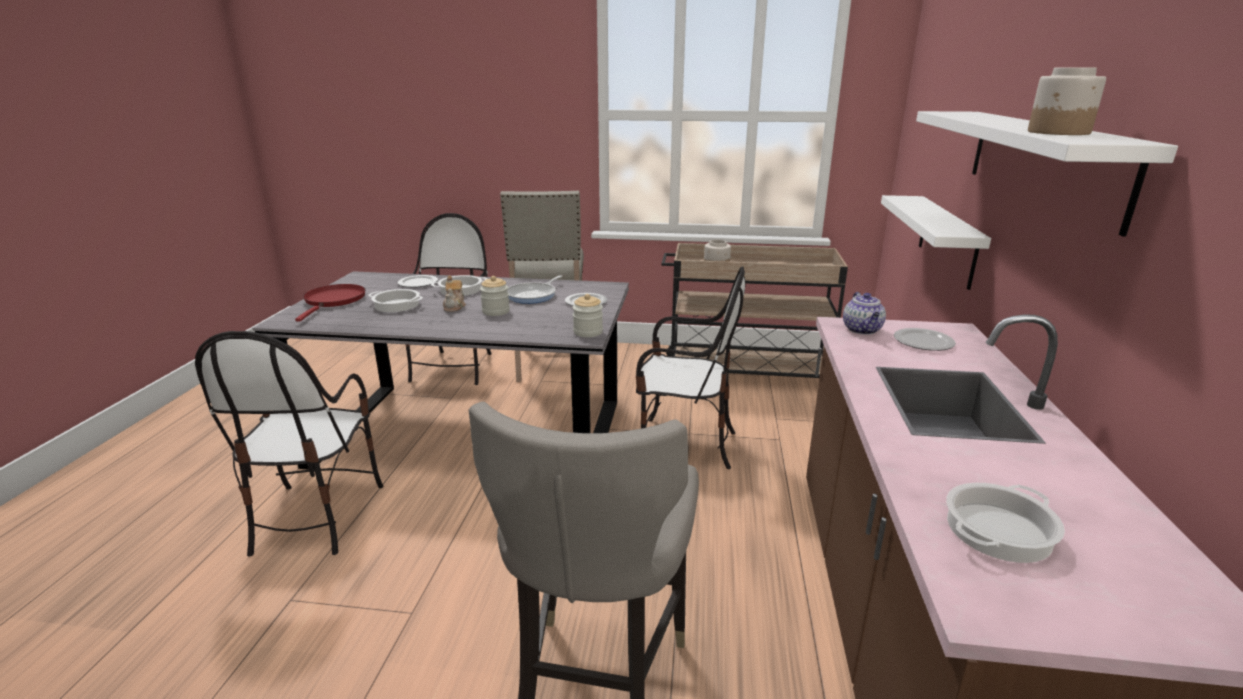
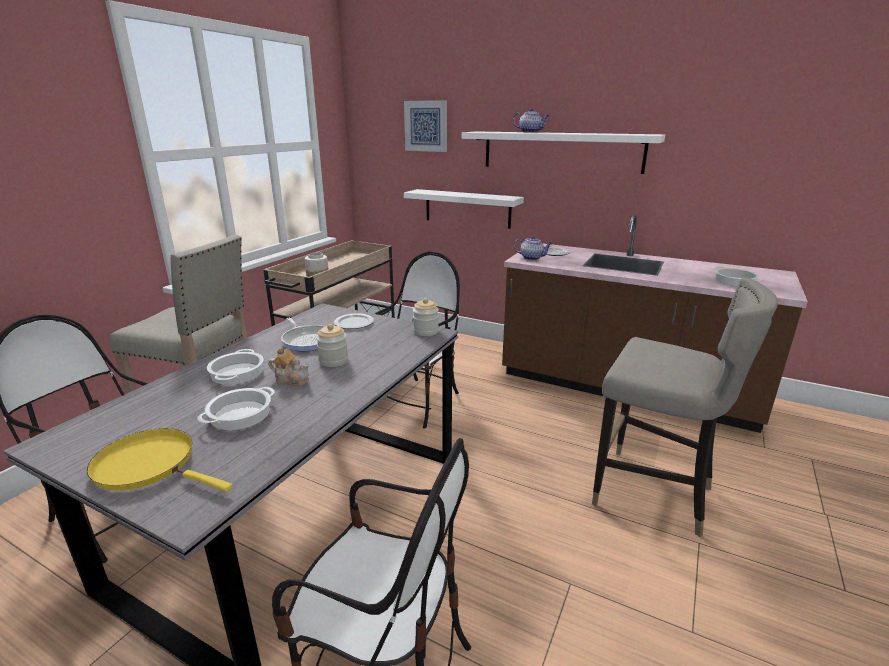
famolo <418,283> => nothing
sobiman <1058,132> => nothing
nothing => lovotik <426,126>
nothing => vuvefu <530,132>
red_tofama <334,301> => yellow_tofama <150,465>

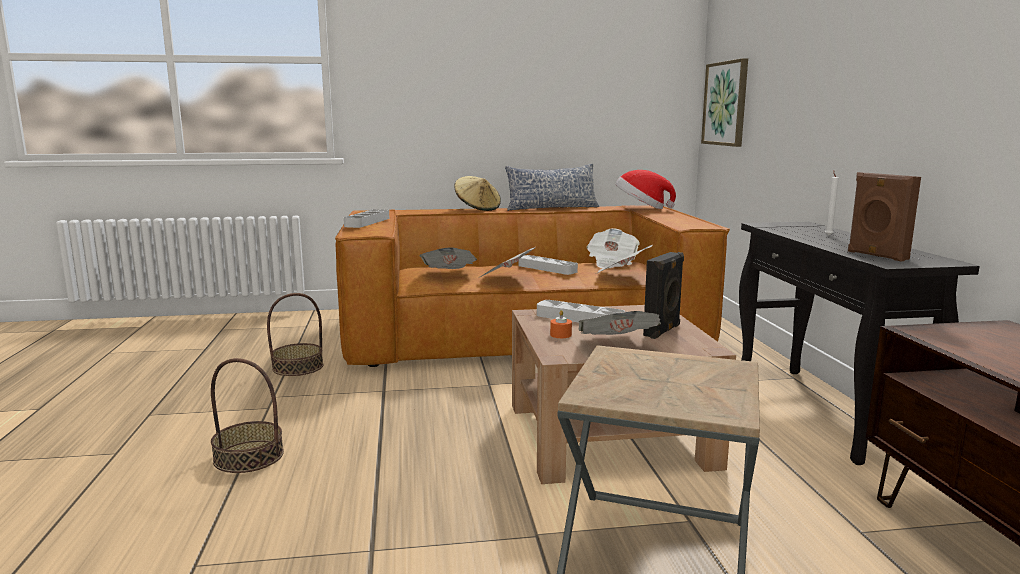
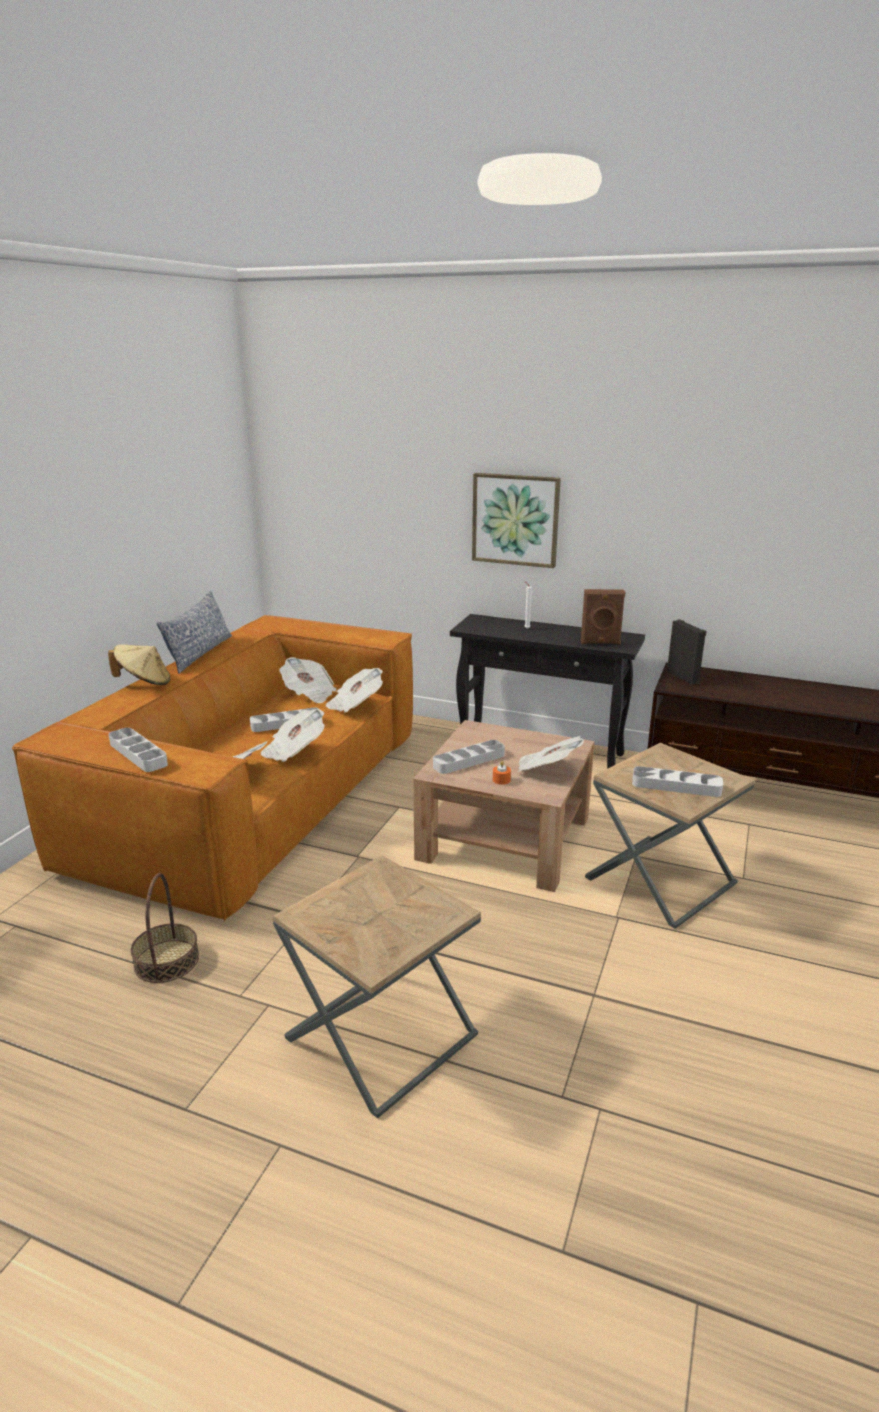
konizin <642,208> => nothing
nothing => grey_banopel <676,786>
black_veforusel <663,331> => black_veforusel <683,677>, relocated
lovotik <726,103> => lovotik <515,519>, relocated
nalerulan <248,457> => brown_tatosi <381,1037>

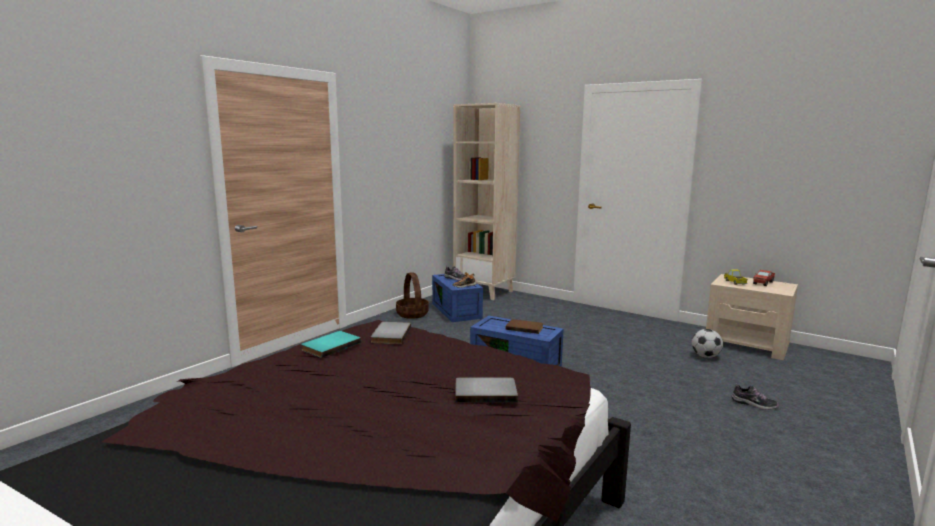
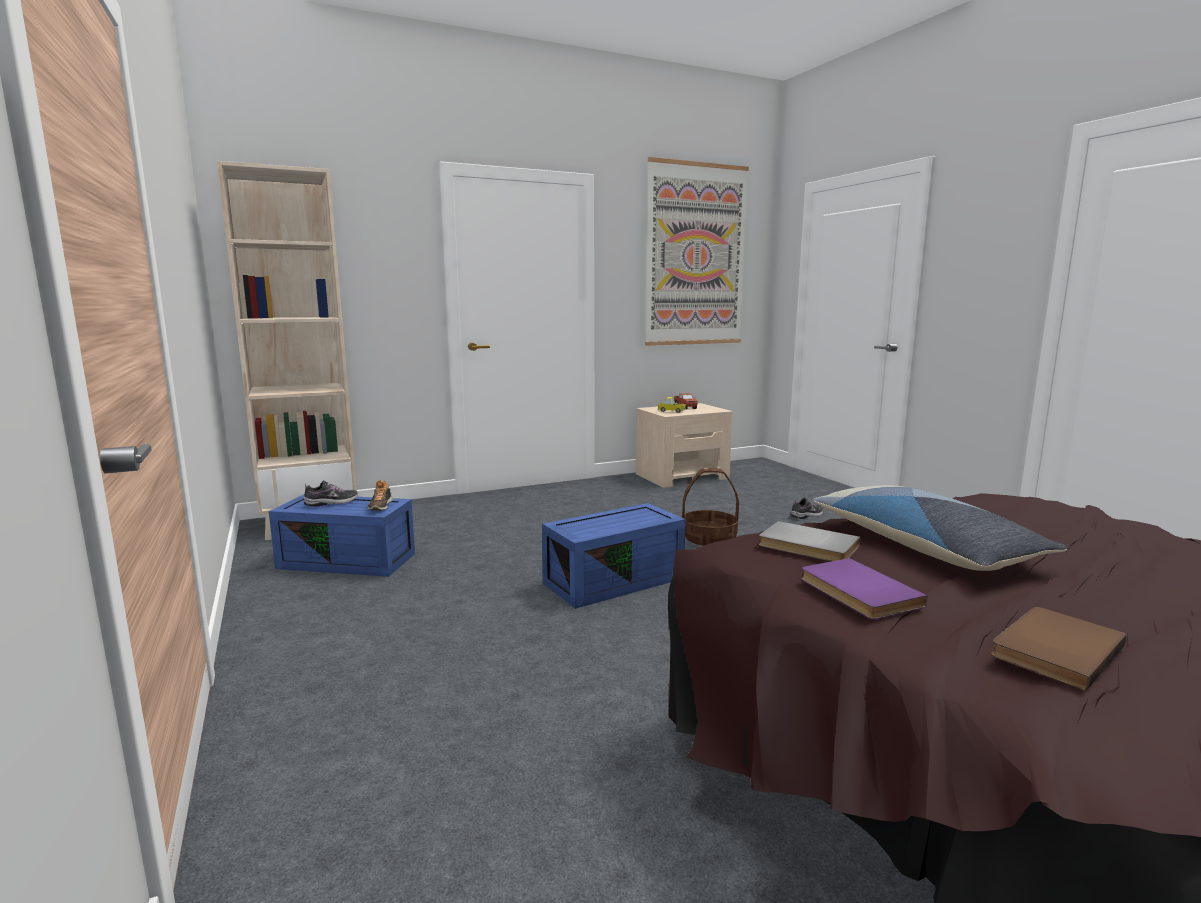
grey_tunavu <485,392> => nothing
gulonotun <705,356> => nothing
nothing => lovotik <696,255>
nothing => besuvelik <923,545>
nalerulan <412,314> => nalerulan <709,538>, relocated
brown_tunavu <525,327> => brown_tunavu <1052,649>, relocated
turquoise_tunavu <330,346> => purple_tunavu <856,592>

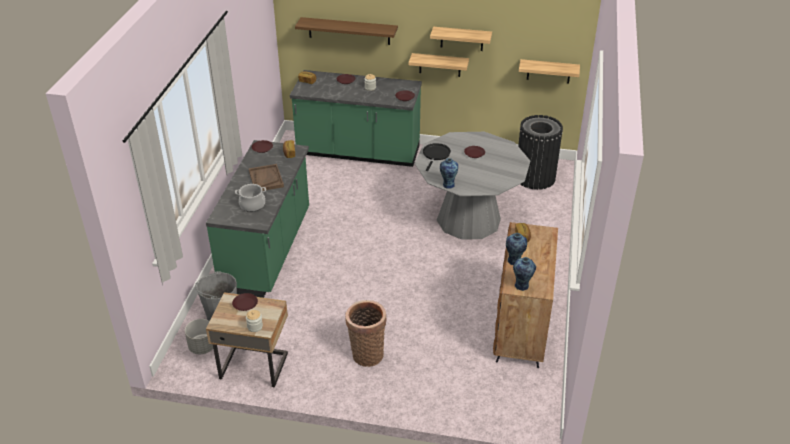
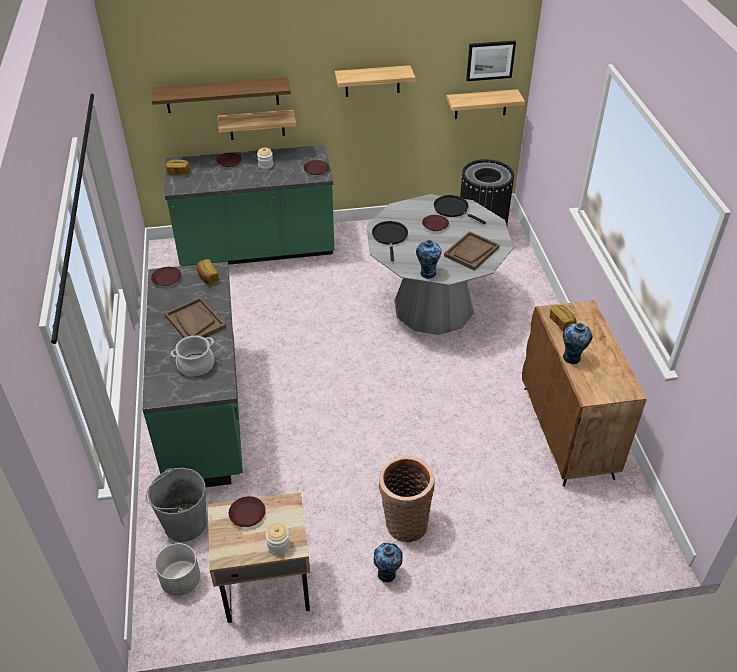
nothing => black_tofama <453,209>
nothing => brown_banopel <471,252>
nothing => lovotik <490,60>
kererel <440,65> => kererel <256,125>, relocated
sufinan <522,286> => sufinan <387,575>, relocated

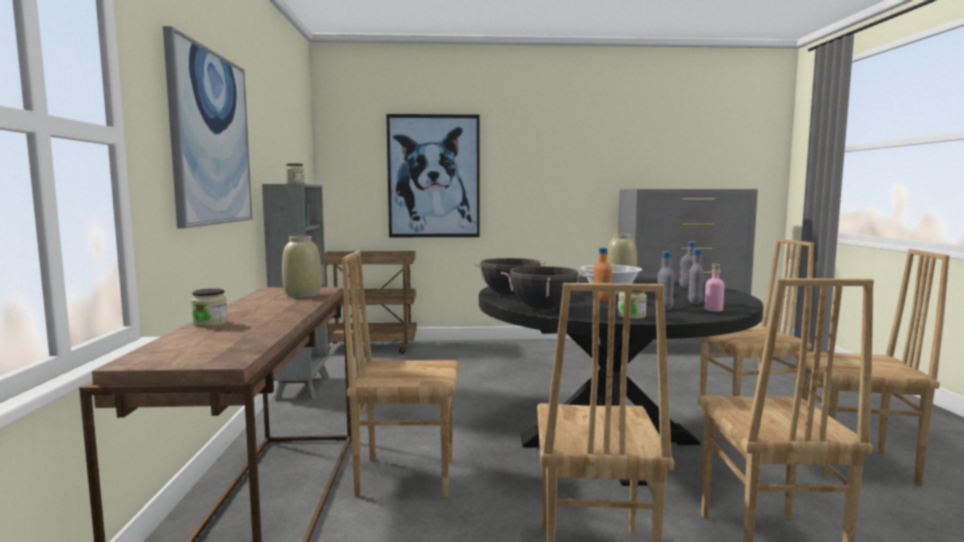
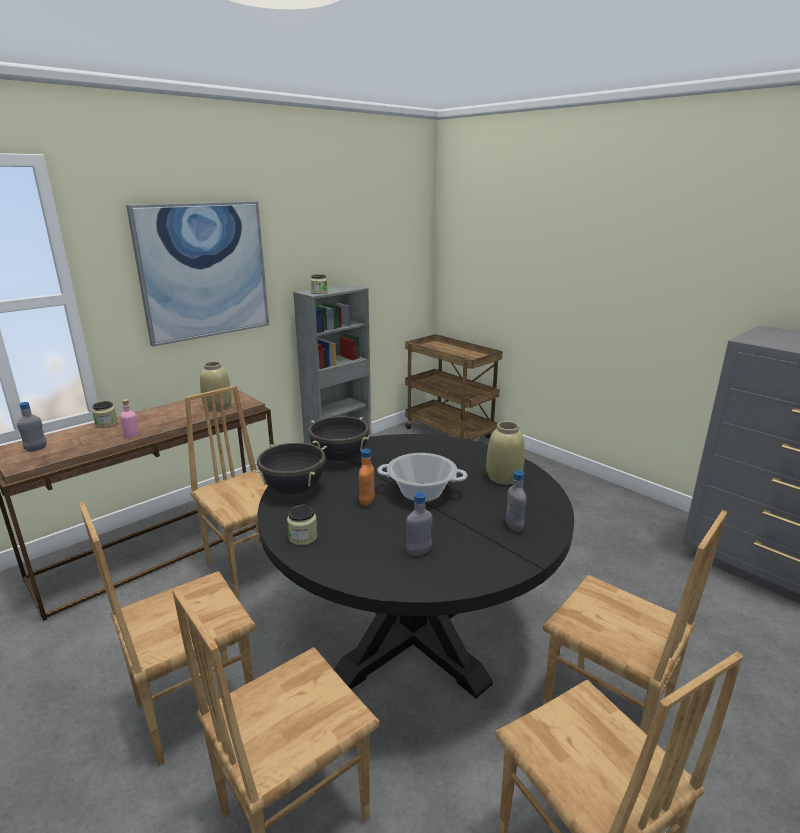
lovotik <433,176> => nothing
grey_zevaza <664,308> => grey_zevaza <36,449>, relocated
pink_zevaza <713,309> => pink_zevaza <131,435>, relocated

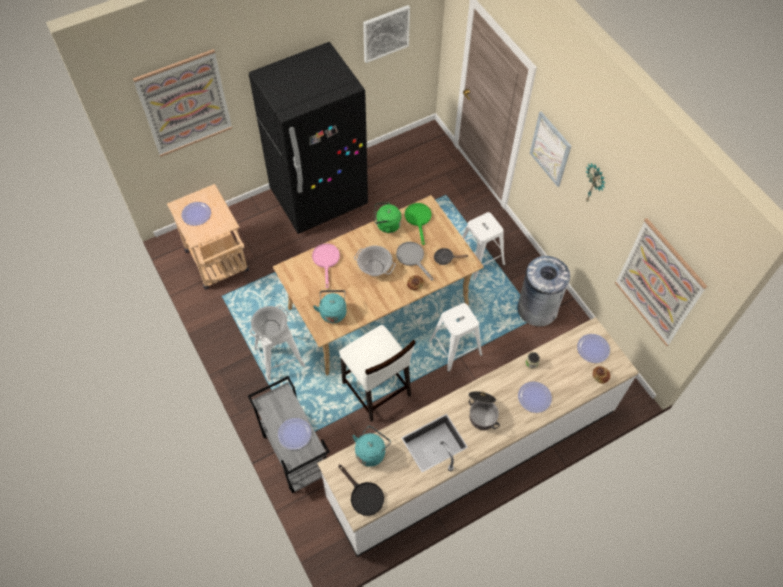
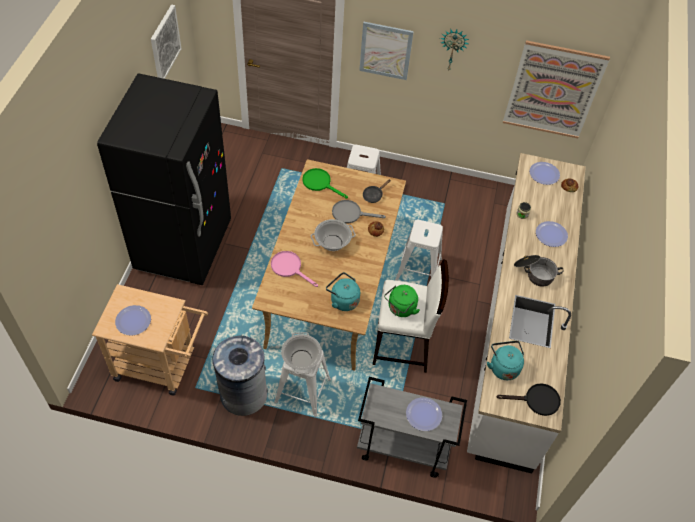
lovotik <185,104> => nothing
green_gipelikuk <386,225> => green_gipelikuk <400,309>, relocated
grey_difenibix <537,308> => grey_difenibix <243,394>, relocated

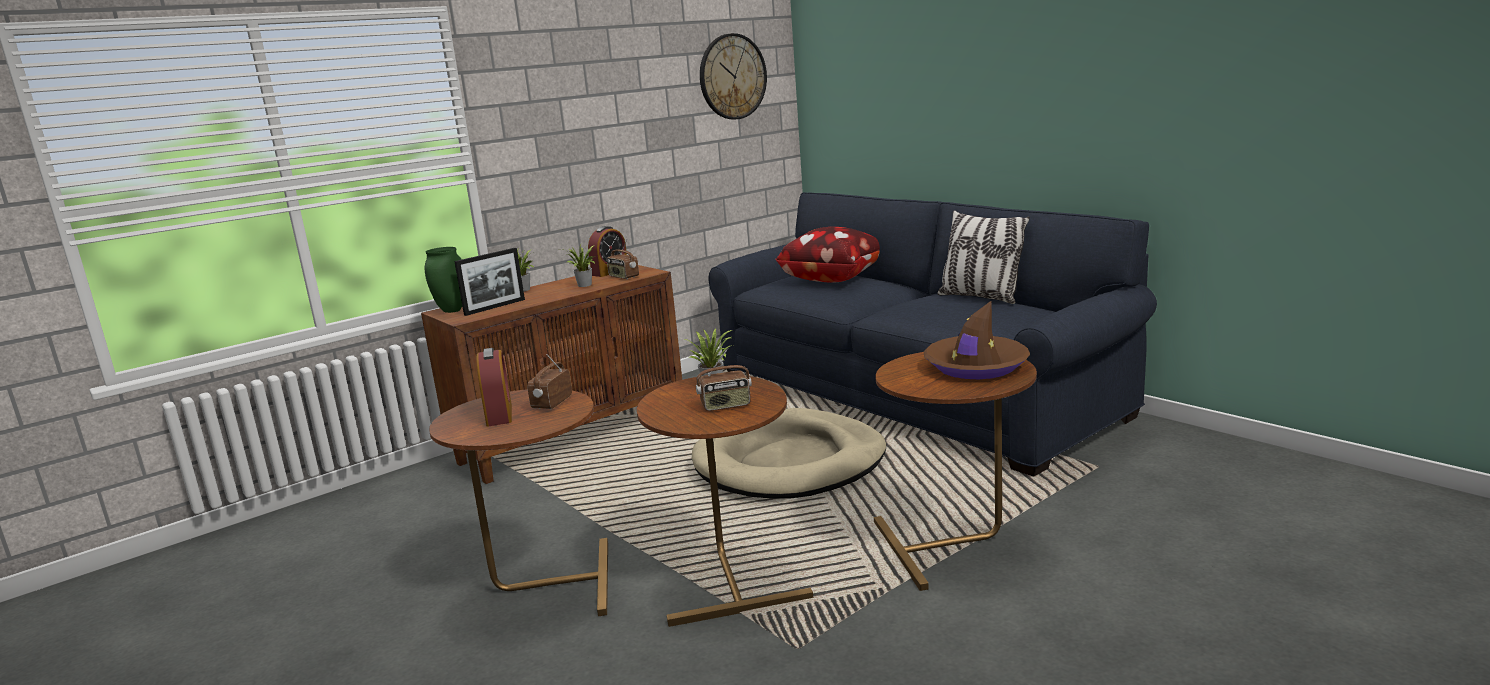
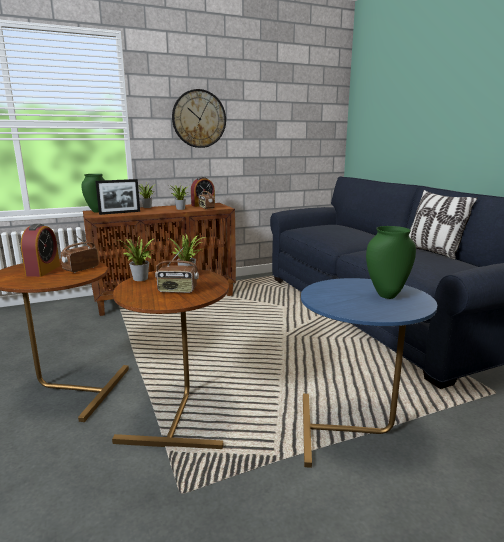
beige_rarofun <790,462> => nothing
besuvelik <833,279> => nothing
nothing => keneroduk <140,279>
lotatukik <732,77> => lotatukik <199,119>, relocated
brown_konizin <975,366> => green_sufinan <386,296>
brown_tatosi <955,544> => blue_tatosi <353,431>

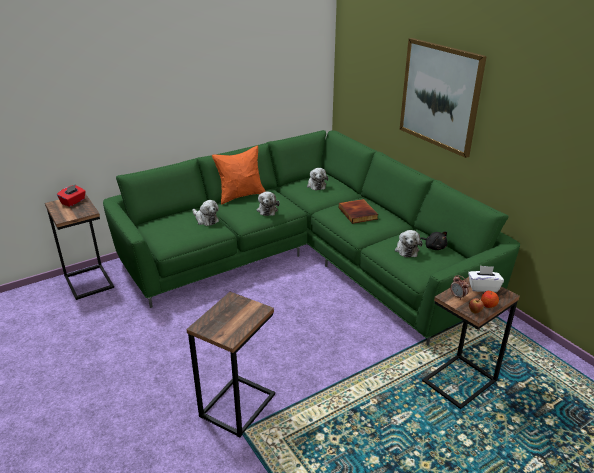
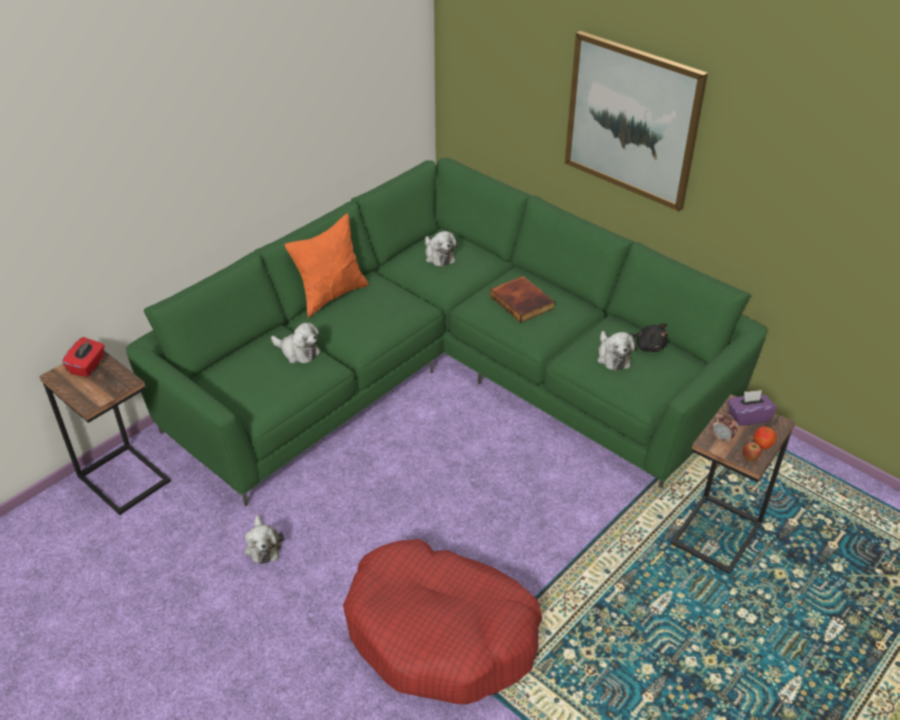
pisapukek <267,210> => pisapukek <263,546>, relocated
tatosi <236,405> => red_rarofun <441,634>
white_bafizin <483,287> => purple_bafizin <748,417>

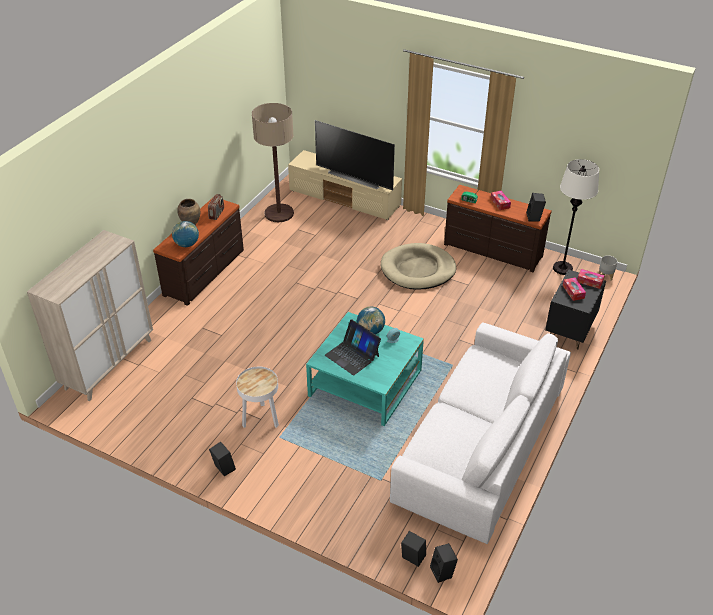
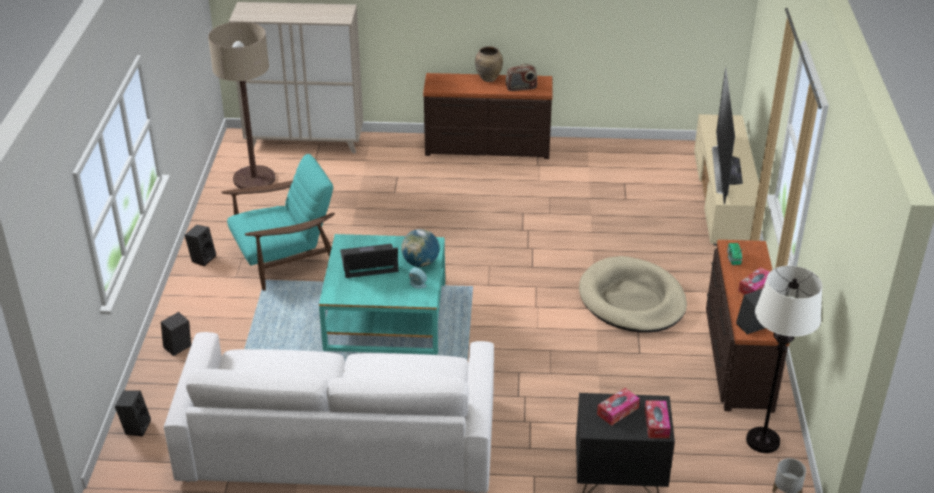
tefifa <187,244> => nothing
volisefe <279,213> => volisefe <254,179>, relocated
black_veforusel <443,572> => black_veforusel <178,349>, relocated
white_tatosi <261,418> => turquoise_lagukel <285,259>
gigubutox <352,355> => gigubutox <369,261>, 60 degrees clockwise

